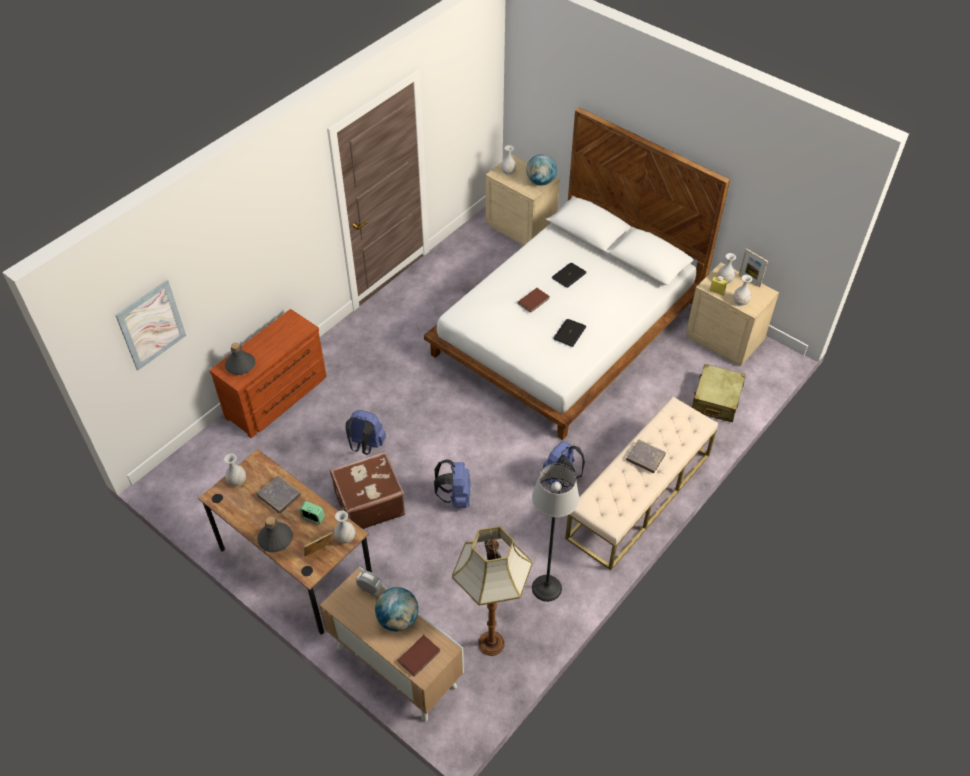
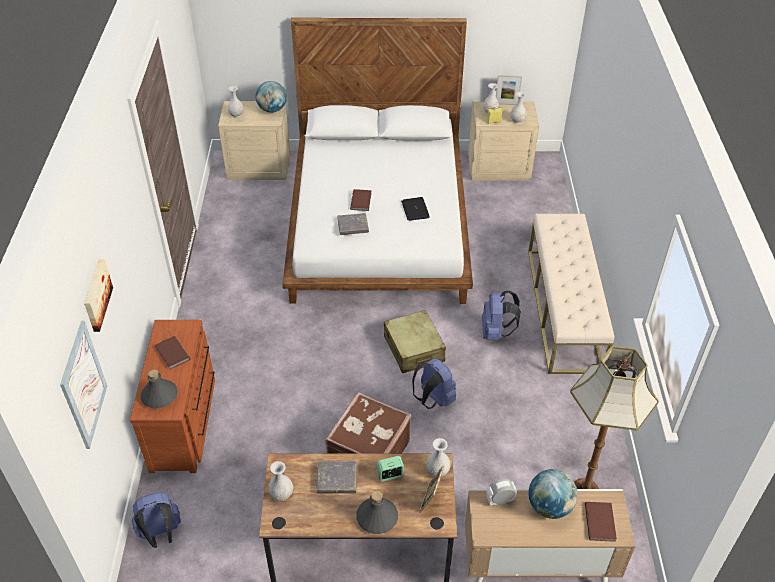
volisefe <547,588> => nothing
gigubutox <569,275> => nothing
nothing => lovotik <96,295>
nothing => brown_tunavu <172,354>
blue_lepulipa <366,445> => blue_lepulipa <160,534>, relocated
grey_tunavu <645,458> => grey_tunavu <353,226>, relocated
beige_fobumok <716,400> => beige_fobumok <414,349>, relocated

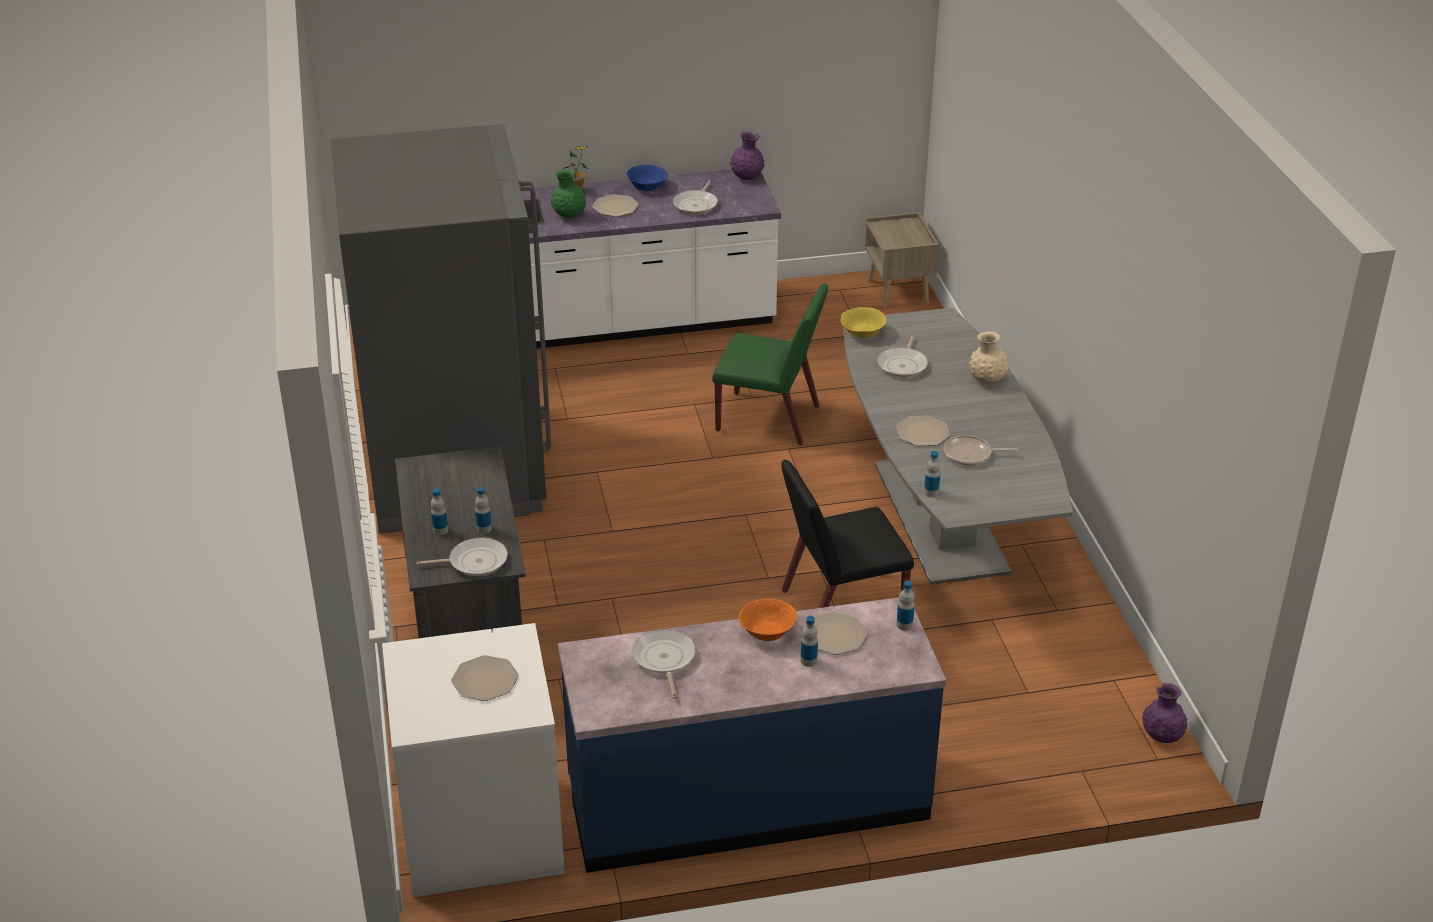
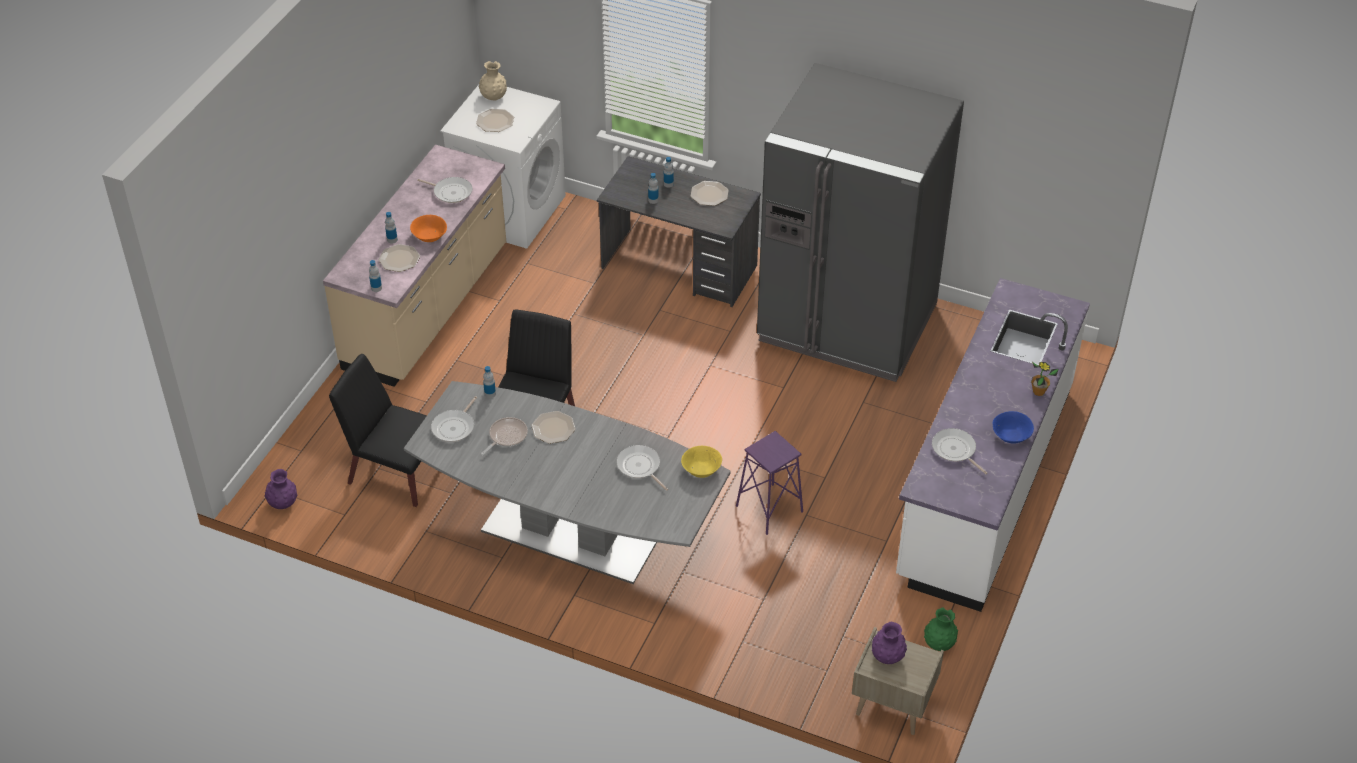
nothing => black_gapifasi <396,473>
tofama <474,561> => tofama <455,427>, relocated
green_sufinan <569,216> => green_sufinan <939,644>, relocated
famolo <615,207> => famolo <709,194>, relocated
purple_sufinan <747,177> => purple_sufinan <887,657>, relocated
beige_sufinan <986,381> => beige_sufinan <494,97>, relocated
green_gapifasi <769,419> => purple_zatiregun <769,509>
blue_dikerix <747,801> => beige_dikerix <428,309>

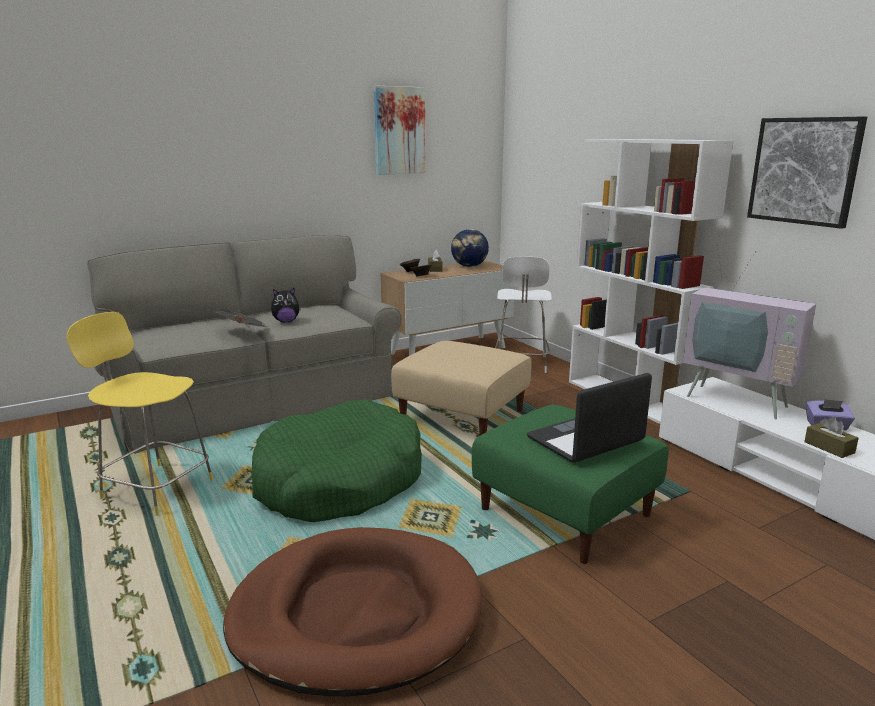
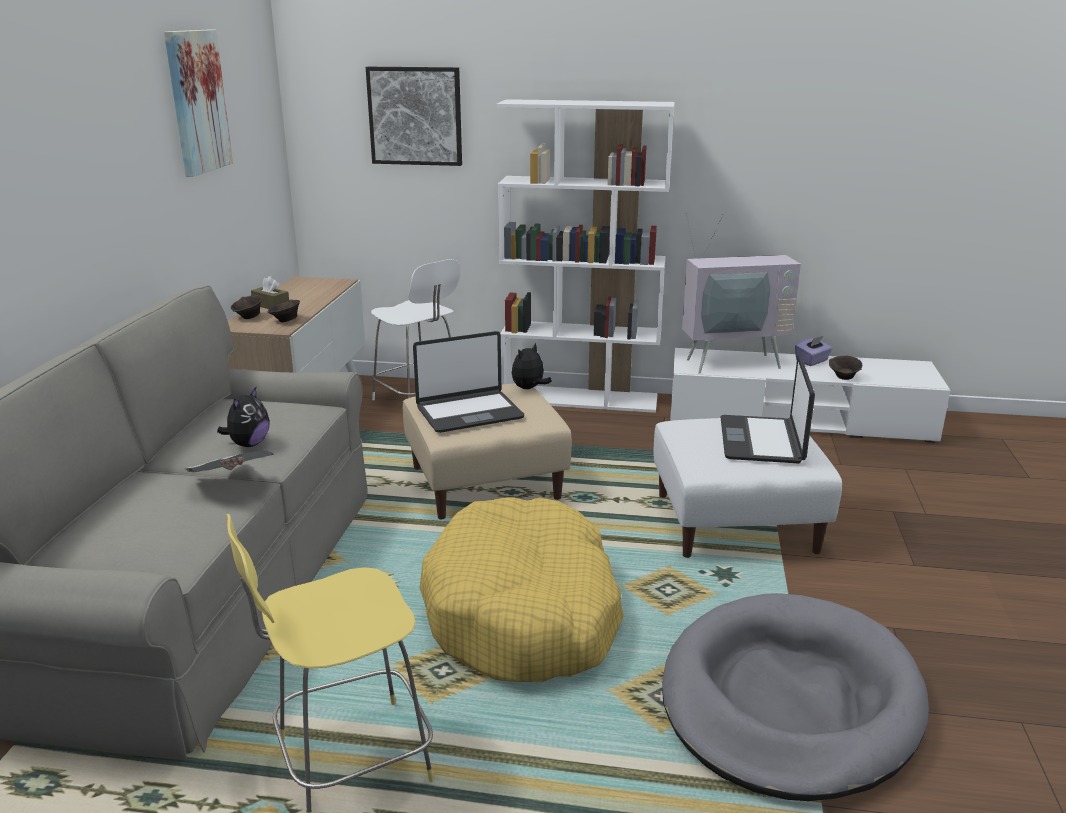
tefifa <469,266> => nothing
nothing => gigubutox <469,413>
nothing => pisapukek <529,388>
lovotik <804,171> => lovotik <415,116>, relocated
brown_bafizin <829,447> => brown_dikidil <844,377>
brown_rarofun <356,614> => grey_rarofun <789,701>
green_rarofun <339,481> => yellow_rarofun <524,613>
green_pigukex <566,512> => white_pigukex <735,522>

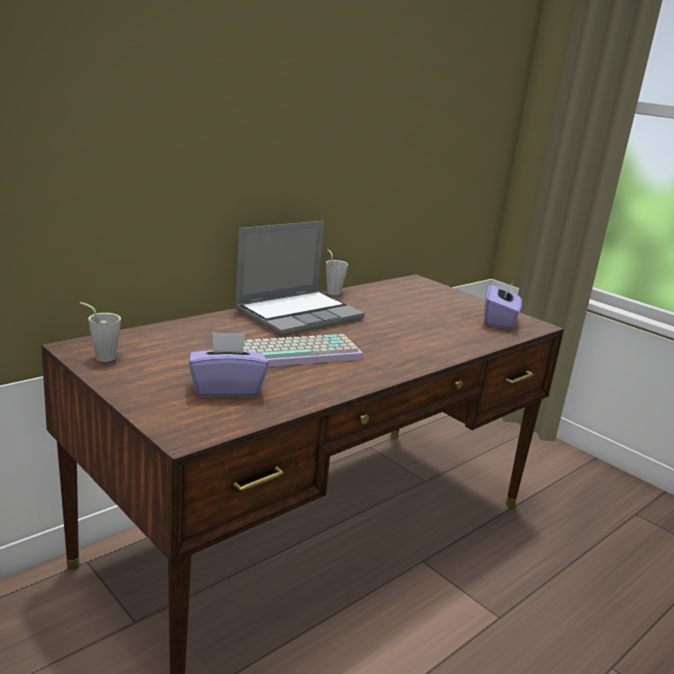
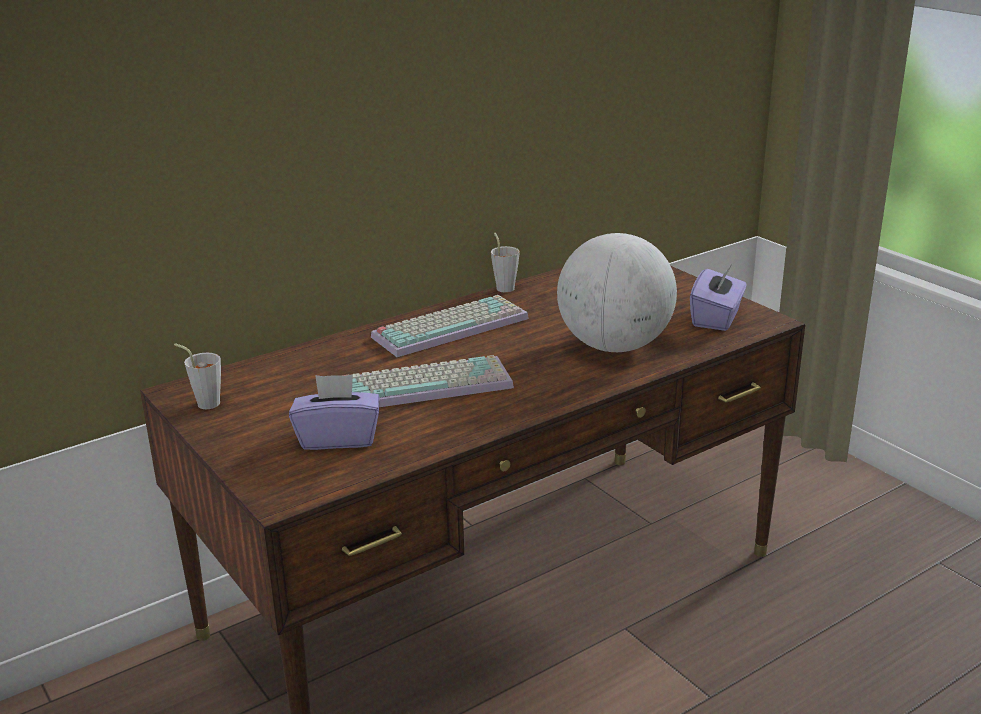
nothing => tefifa <614,346>
gigubutox <299,314> => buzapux <451,326>

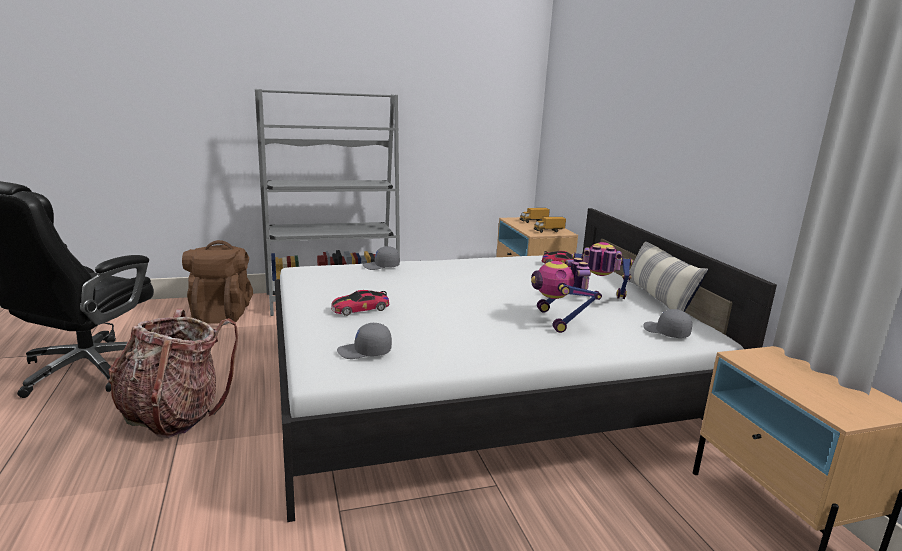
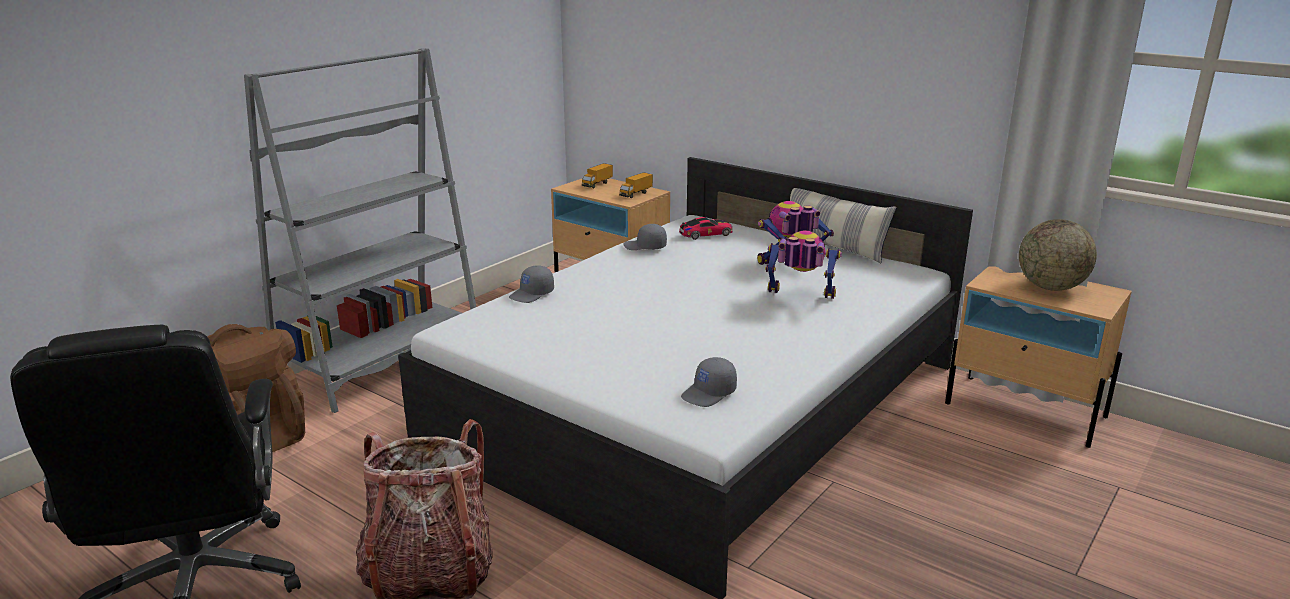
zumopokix <360,308> => nothing
nothing => tefifa <1051,287>
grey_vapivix <665,332> => grey_vapivix <645,247>, relocated
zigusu <559,320> => zigusu <799,298>, 150 degrees clockwise

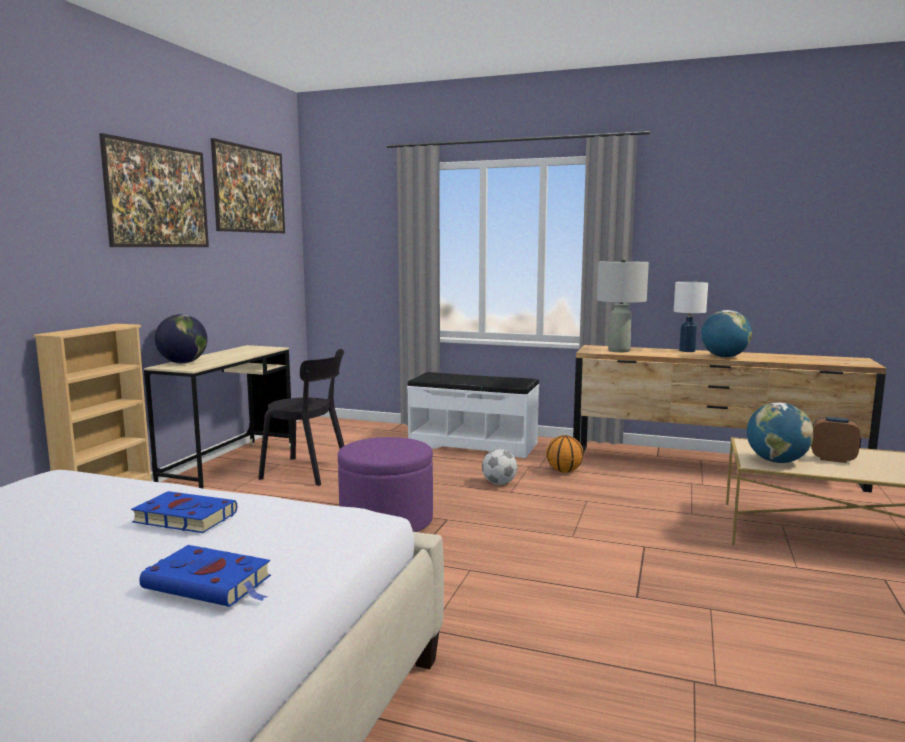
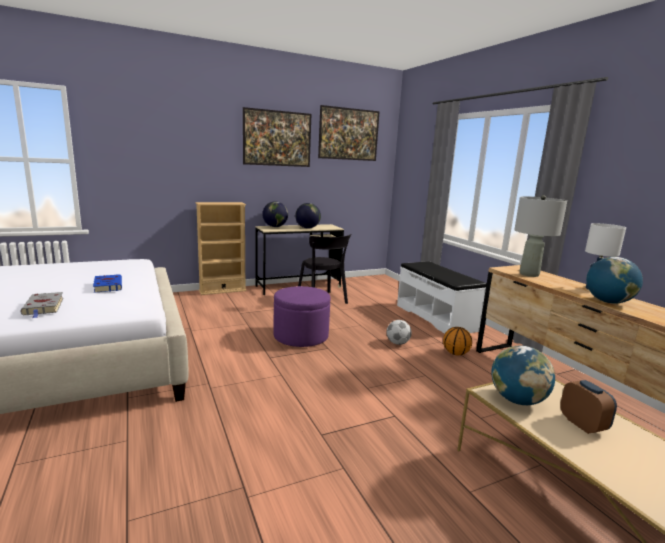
nothing => tefifa <307,228>
blue_tunavu <211,583> => grey_tunavu <44,307>

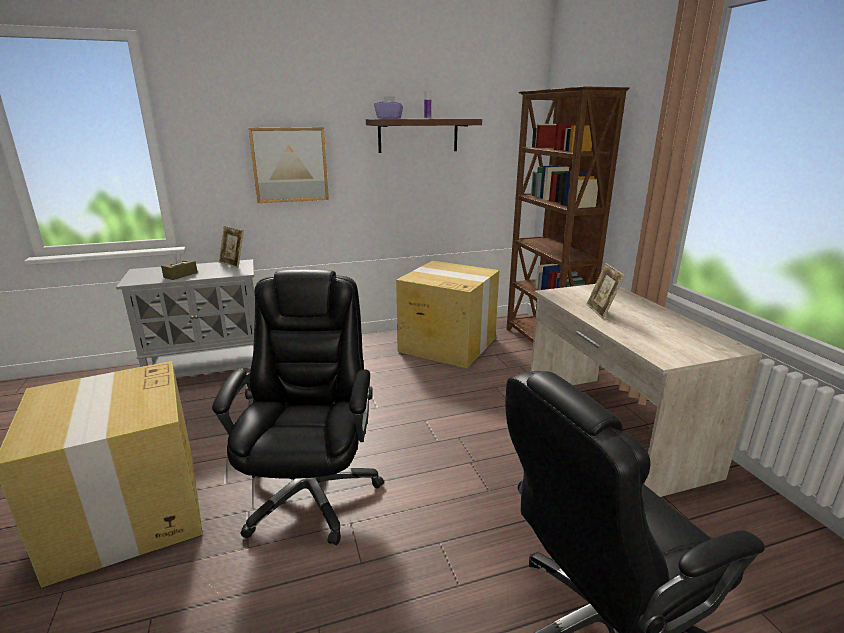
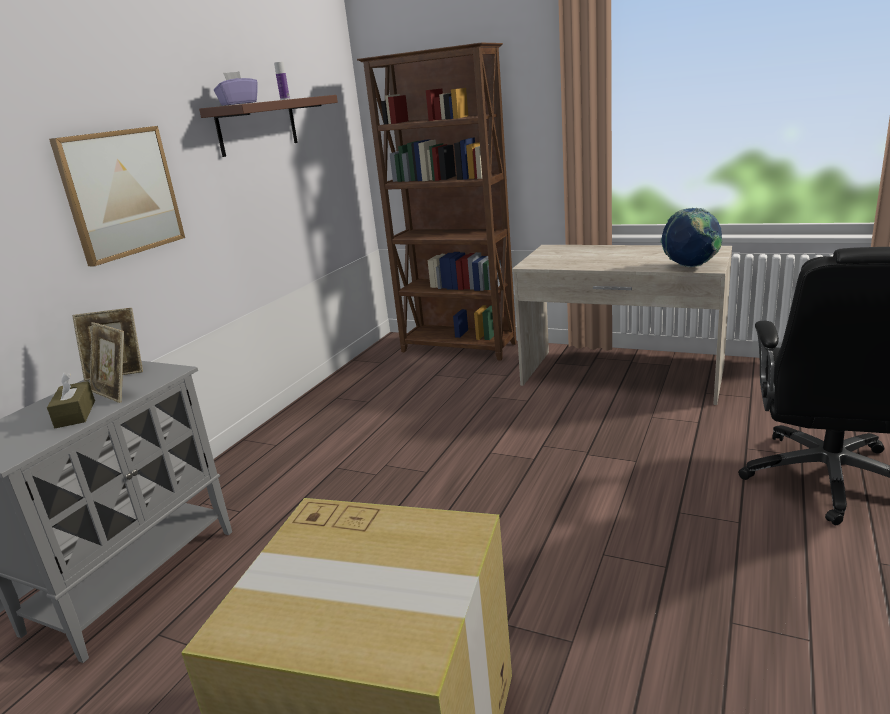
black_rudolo <311,491> => nothing
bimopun <446,344> => nothing
nothing => tefifa <690,266>
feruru <601,311> => feruru <115,392>, relocated

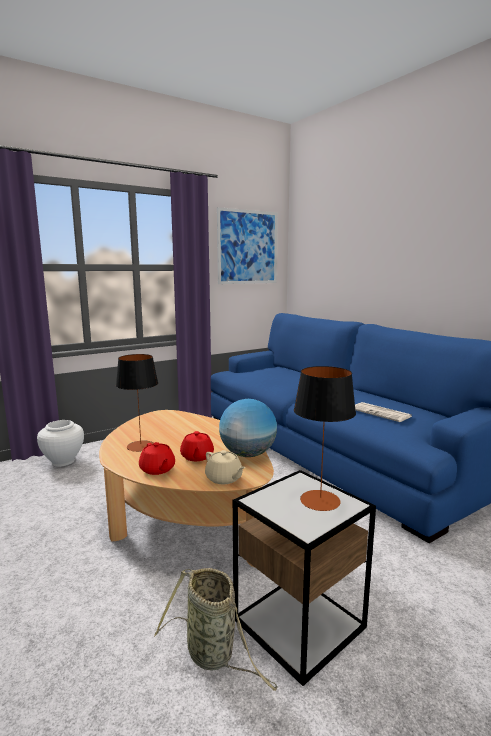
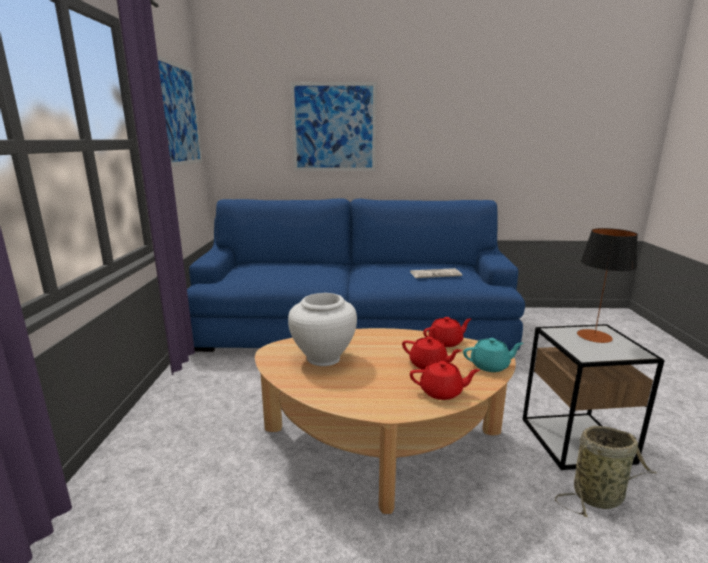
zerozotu <141,446> => nothing
nothing => lovotik <334,127>
white_sufinan <63,461> => white_sufinan <323,358>, relocated
tefifa <248,454> => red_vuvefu <446,342>
beige_vuvefu <224,479> => turquoise_vuvefu <490,366>

